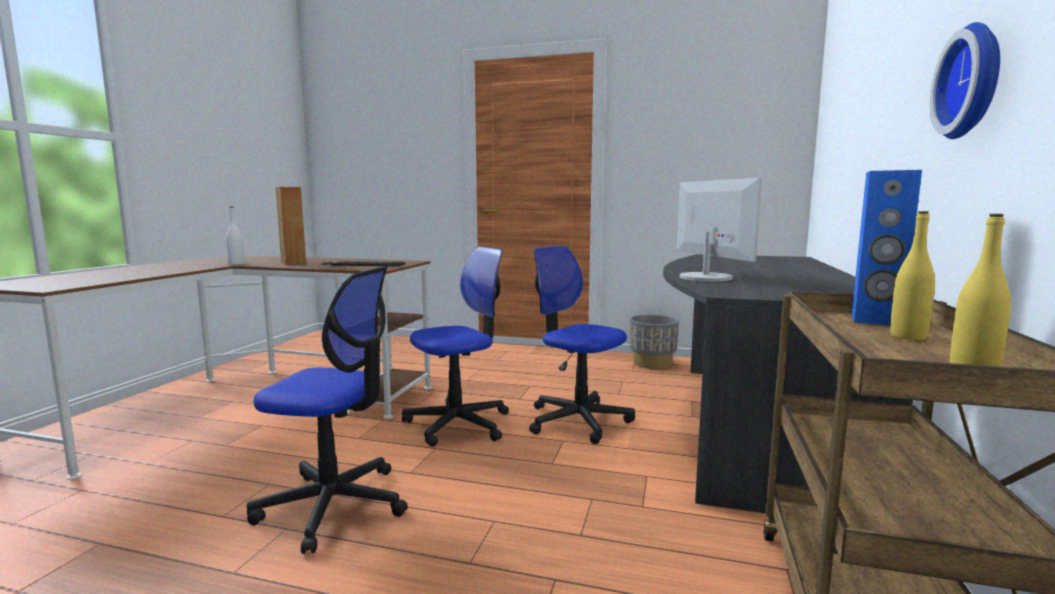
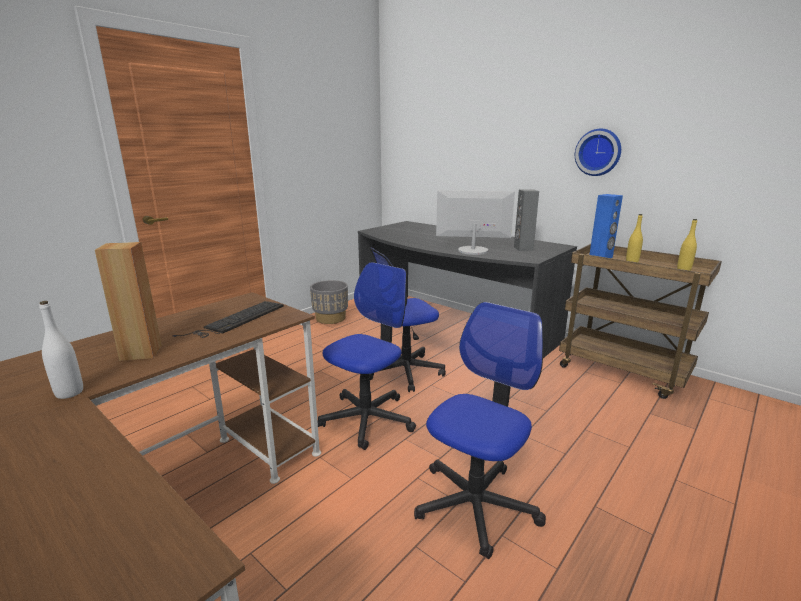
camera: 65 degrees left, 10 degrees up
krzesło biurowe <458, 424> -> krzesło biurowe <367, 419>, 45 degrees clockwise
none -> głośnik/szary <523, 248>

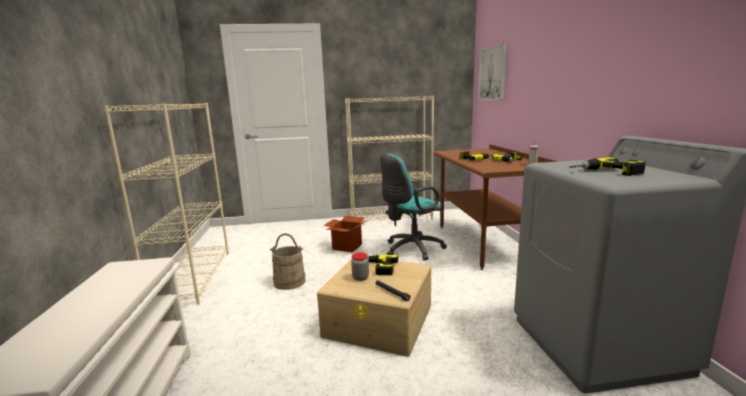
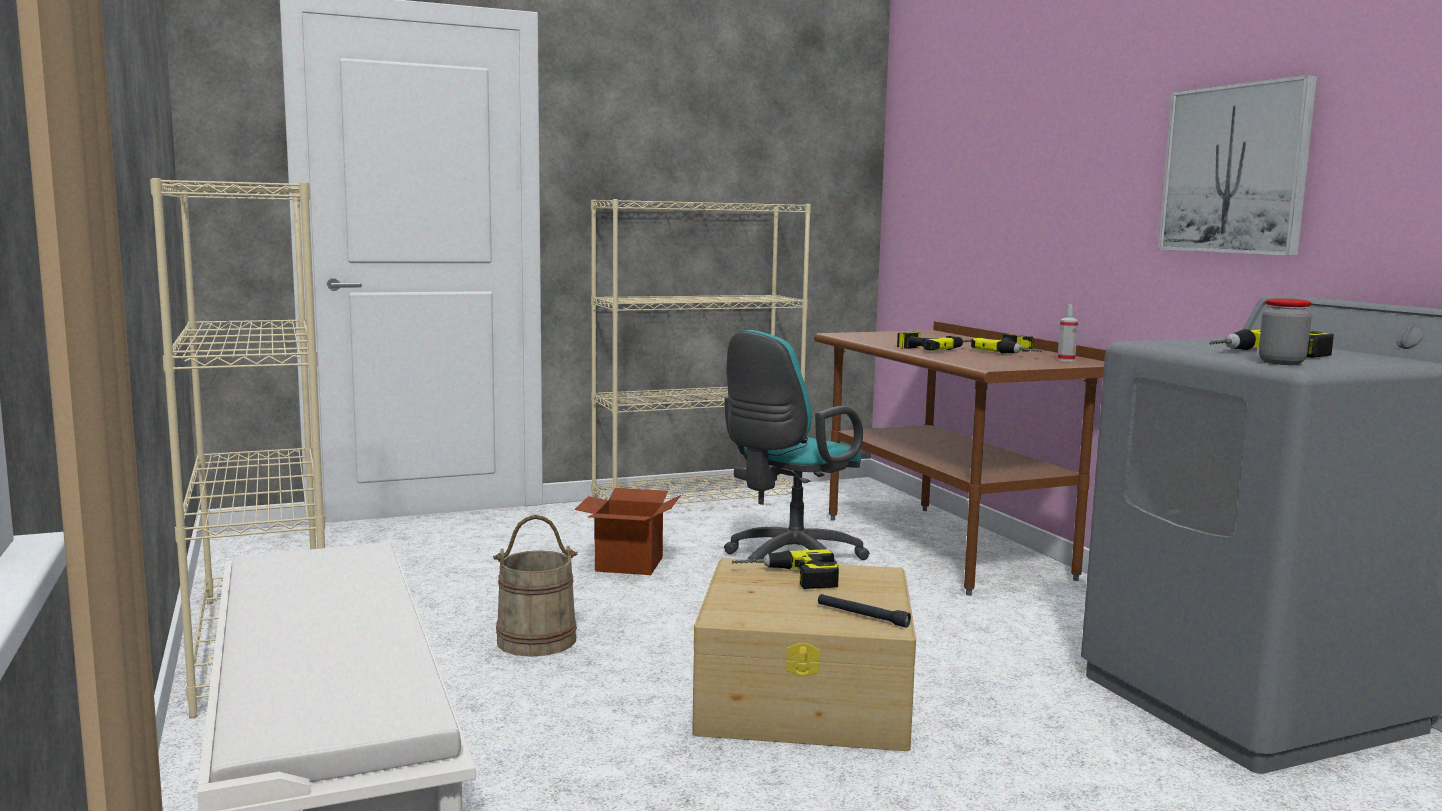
camera: 15 degrees left, 5 degrees down
obraz <493, 73> -> obraz <1235, 169>, shifted
słoik <360, 278> -> słoik <1281, 363>, shifted

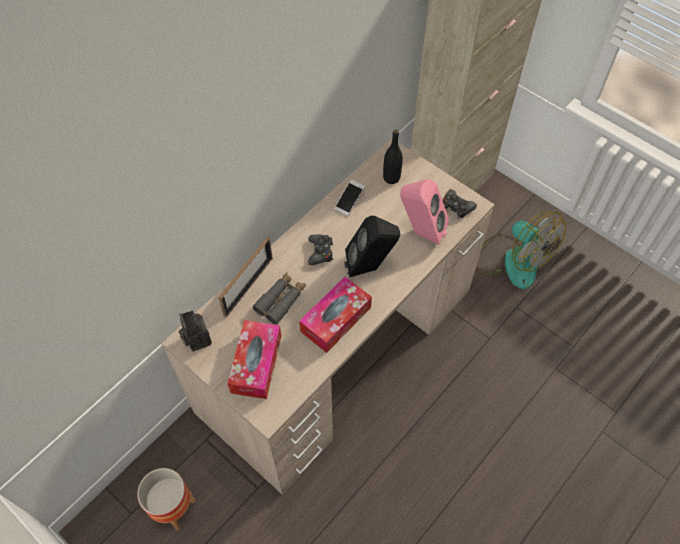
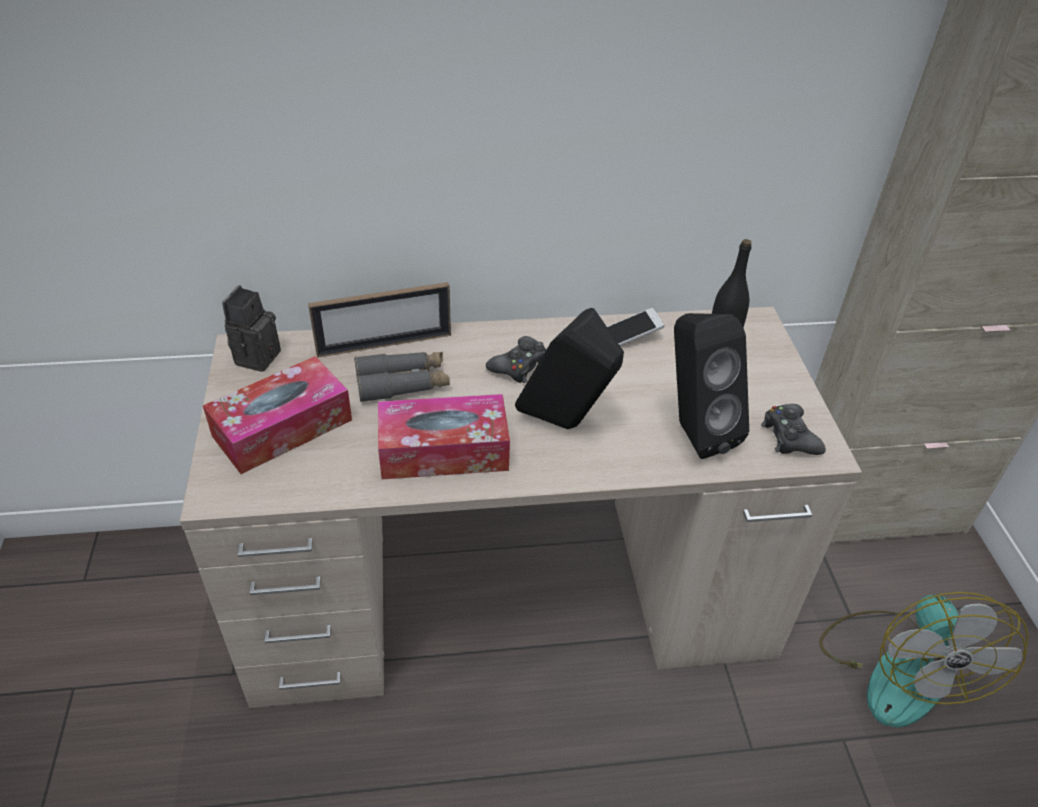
camera: 40 degrees right, 15 degrees down
głośnik/różowy <420, 232> -> głośnik/czarny <693, 431>
donica <173, 507> -> none

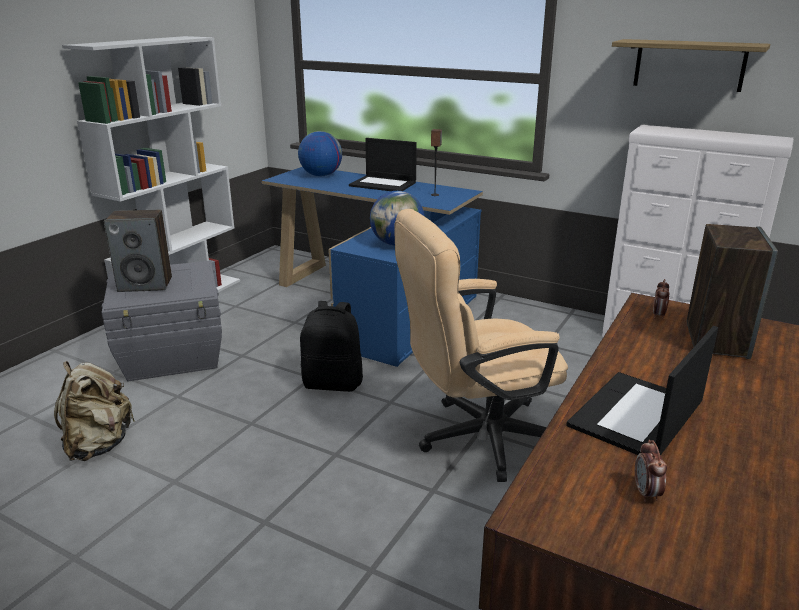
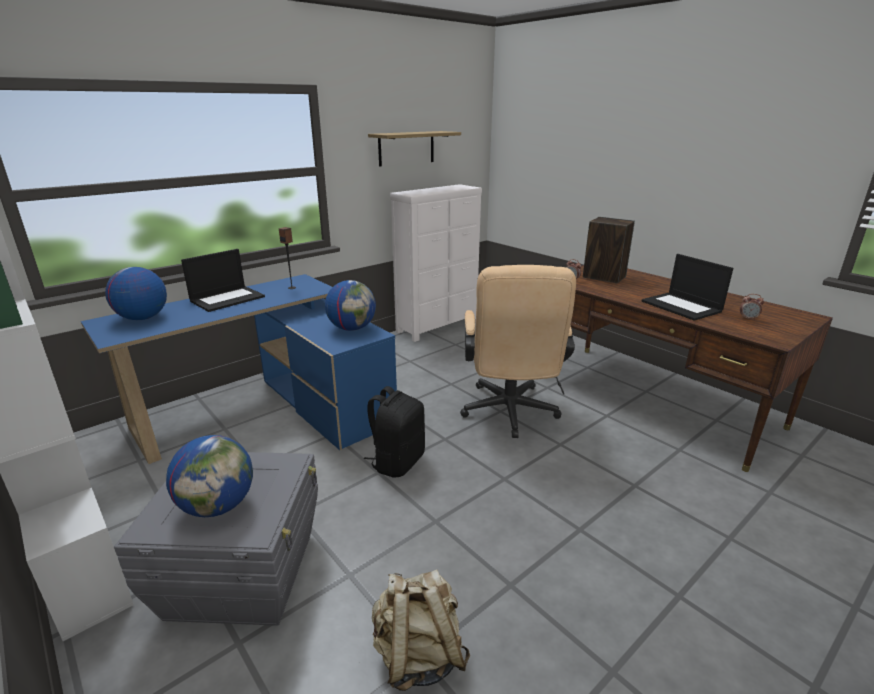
camera: 70 degrees left, 0 degrees up
głośnik <146, 284> -> globus <218, 506>

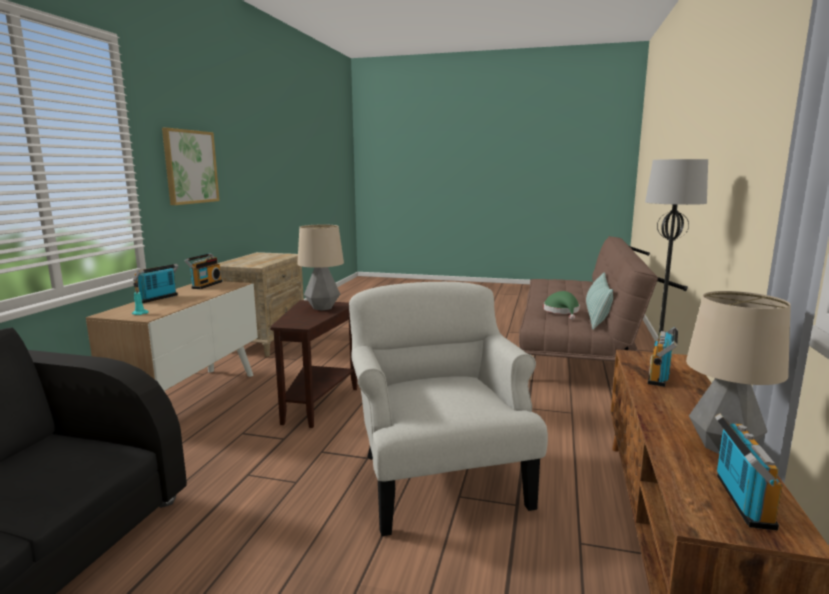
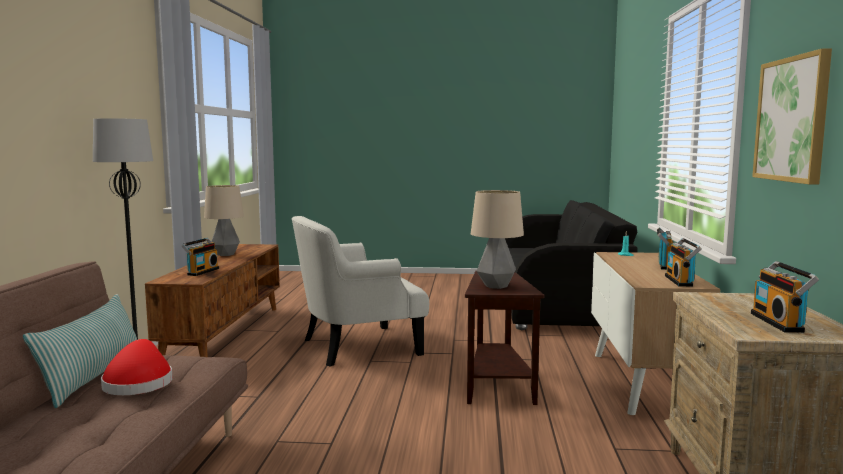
camera: 170 degrees right, 5 degrees down
fotel/biały <438, 478> -> fotel/biały <357, 346>, 90 degrees clockwise
kapelusz/zielony <562, 311> -> kapelusz/czerwony <138, 383>
radio <739, 500> -> radio <780, 322>, shifted

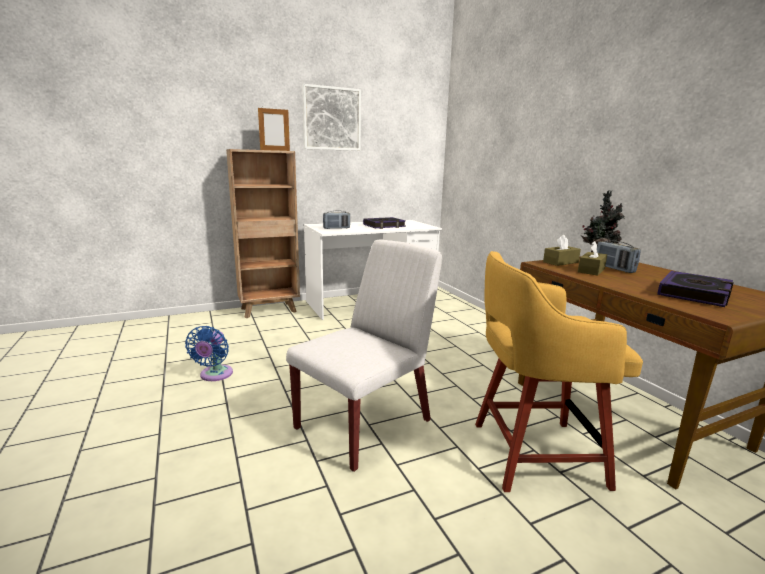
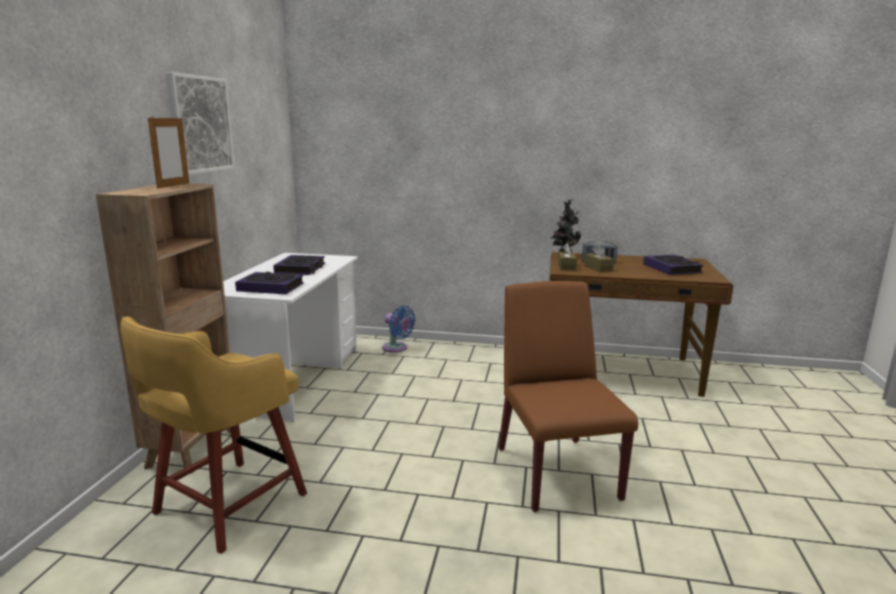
camera: 55 degrees left, 0 degrees up
radio <336, 228> -> książka <271, 287>
krzesło/biały <365, 424> -> krzesło/brązowy <556, 471>
stołek/żółty <532, 453> -> stołek/żółty <226, 505>, shifted
wentylator/niebieski <214, 375> -> wentylator/niebieski <396, 348>, shifted

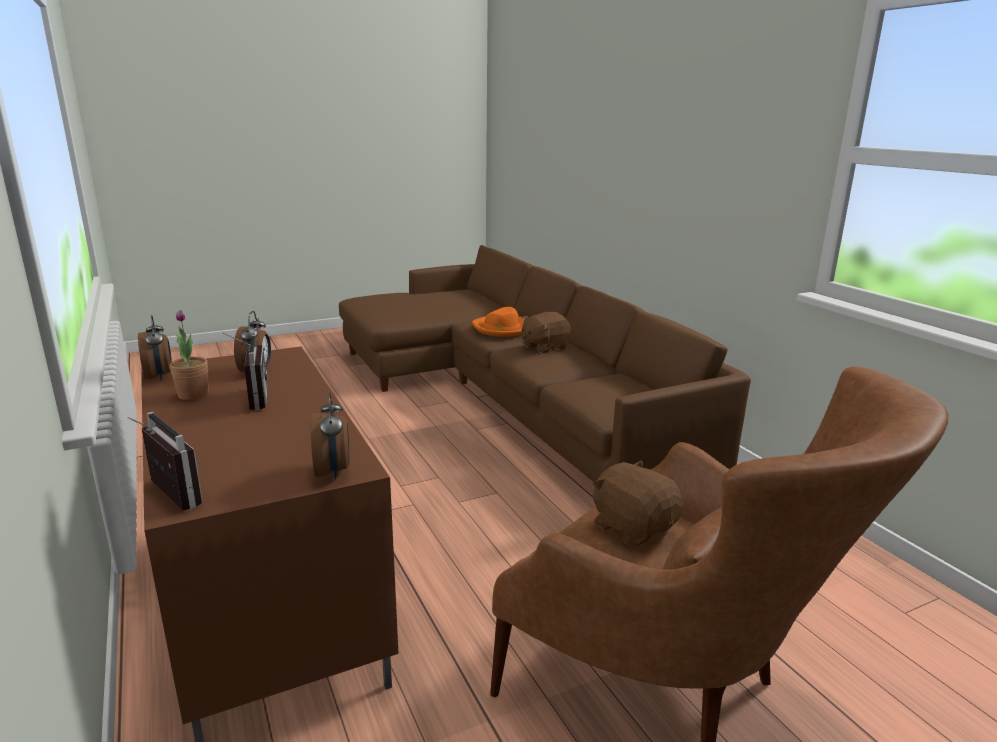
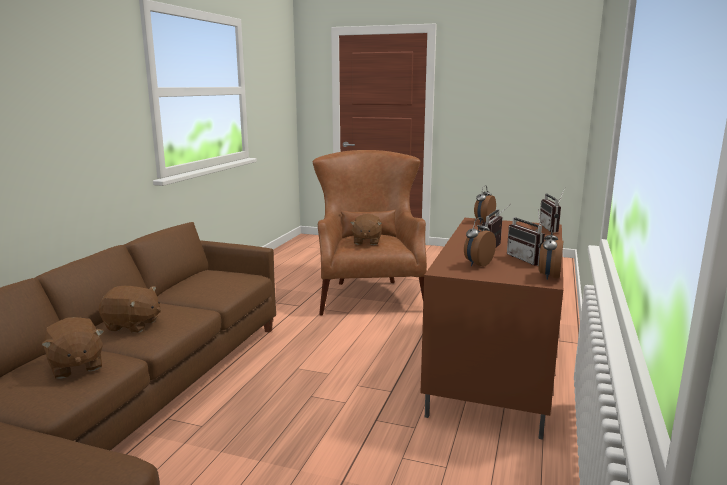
camera: 135 degrees left, 5 degrees down
kapelusz/pomarańczowy <502, 328> -> pluszak/brązowy <75, 366>
roślina doniczkowa <193, 395> -> radio <528, 259>

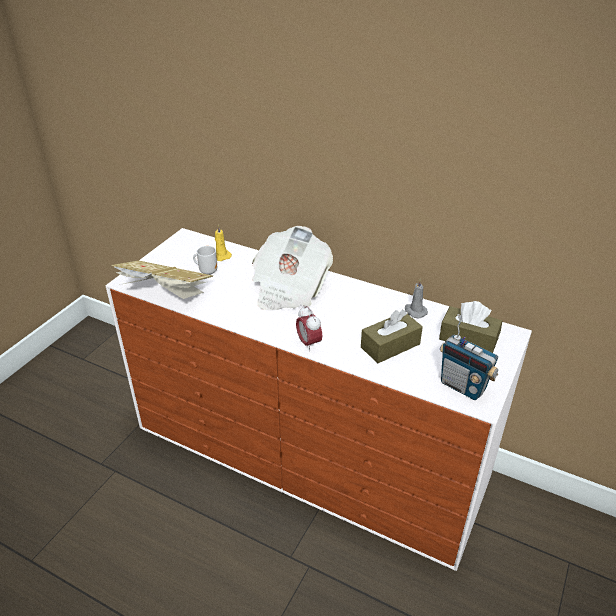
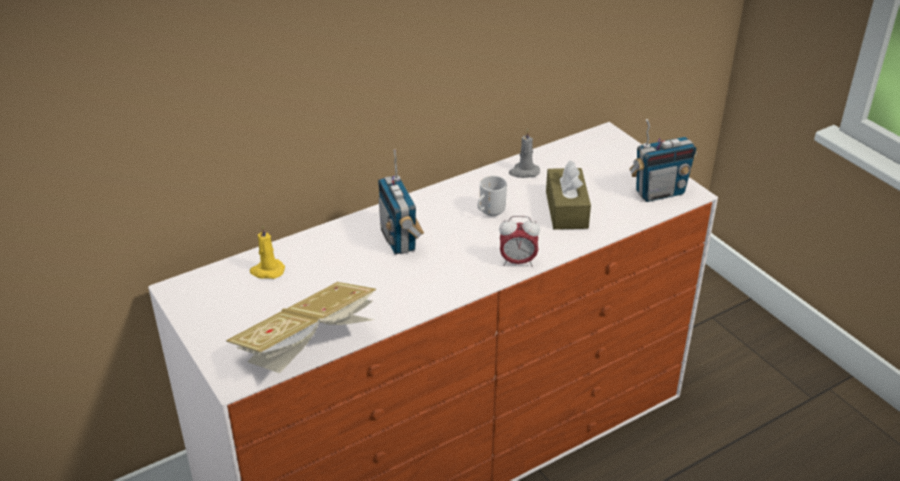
camera: 60 degrees left, 0 degrees up
gazeta <289, 288> -> radio <399, 240>
kubek <207, 271> -> kubek <490, 212>, shifted
pudełko chusteczek/brązowy <468, 339> -> none

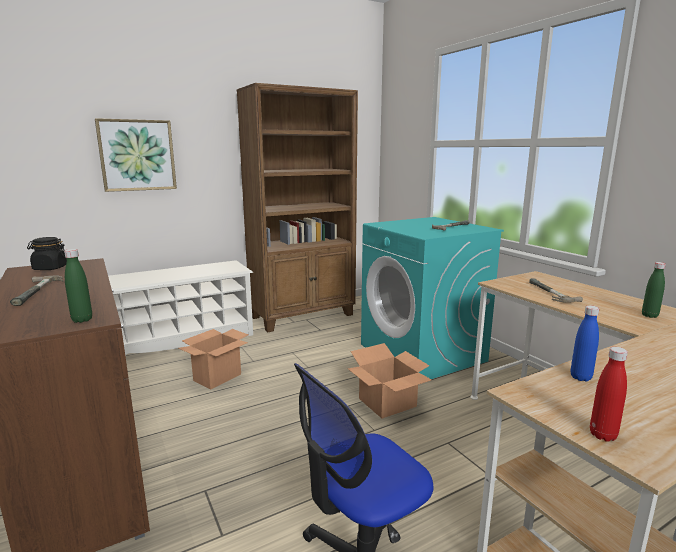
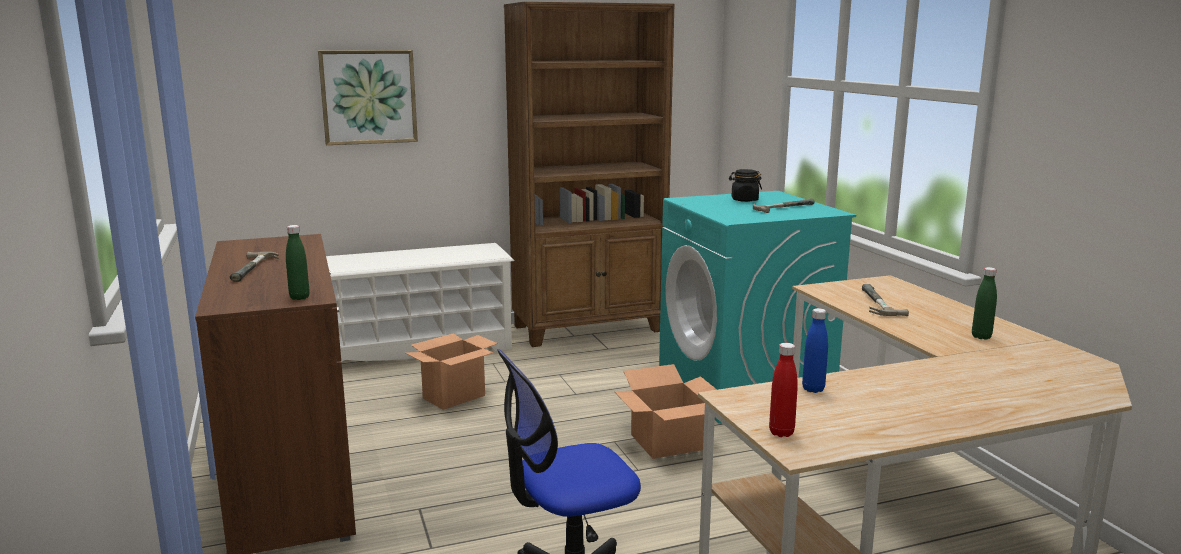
camera: 10 degrees right, 0 degrees up
słoik/czarny <50, 268> -> słoik/czarny <744, 200>, shifted

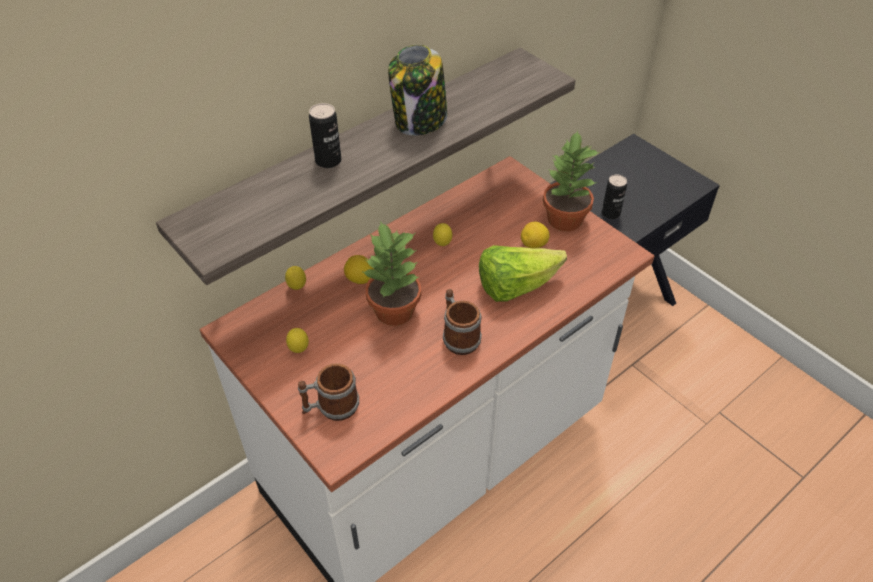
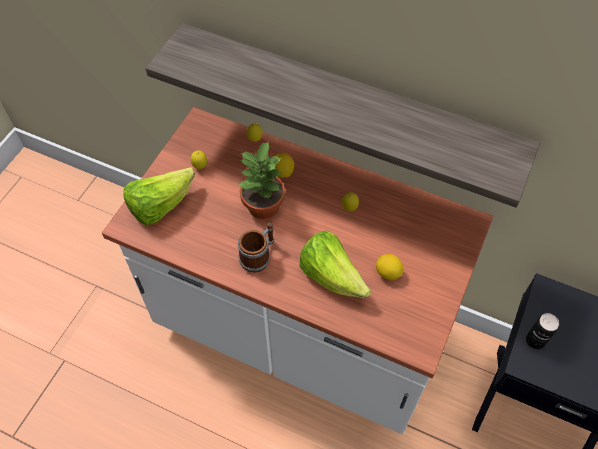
camera: 65 degrees right, 10 degrees up
słoik <420, 121> -> none
puszka <328, 161> -> none
roślina doniczkowa <564, 220> -> none
kubek <331, 407> -> sałata <160, 206>

